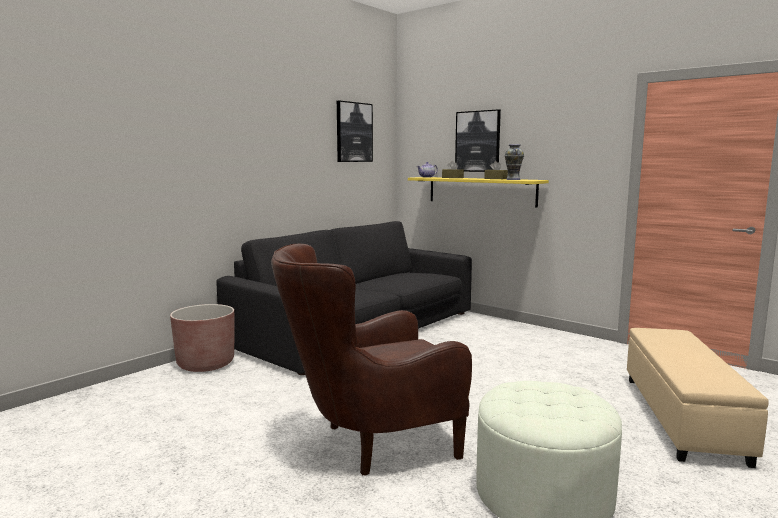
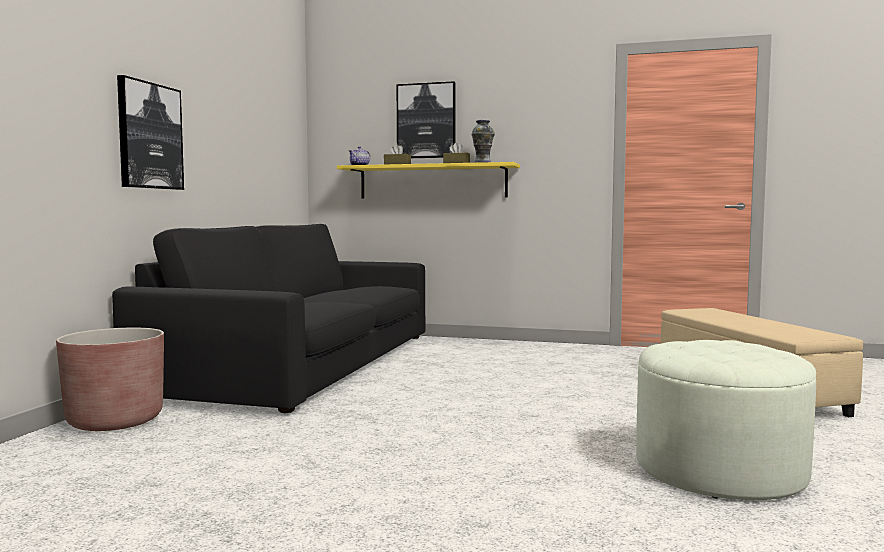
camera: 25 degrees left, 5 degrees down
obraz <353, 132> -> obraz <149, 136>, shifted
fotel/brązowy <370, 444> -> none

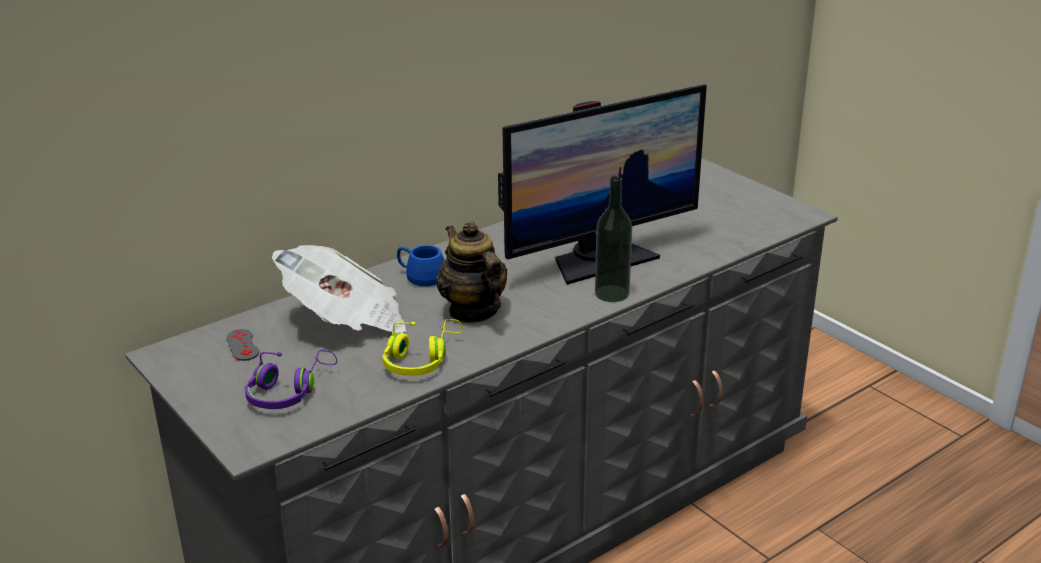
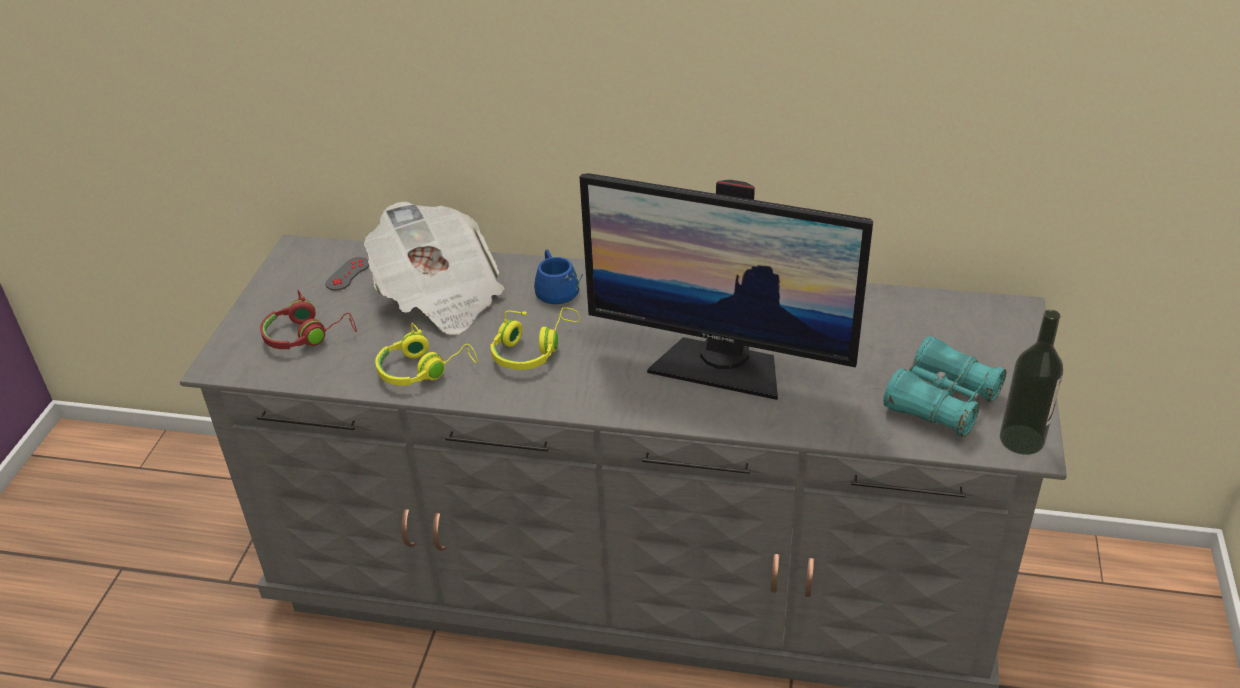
camera: 50 degrees right, 10 degrees up
butelka <612, 293> -> butelka <1021, 439>, shifted
imbryk <473, 311> -> słuchawki/żółty <533, 349>
słuchawki/fioletowy <288, 391> -> słuchawki/czerwony <308, 335>
none -> lornetka/turkusowy <941, 401>

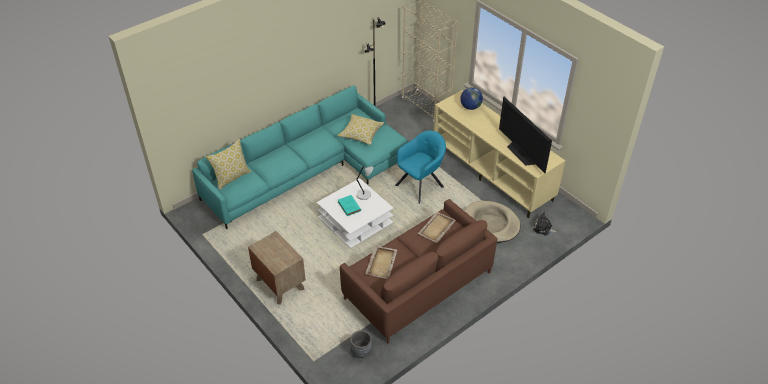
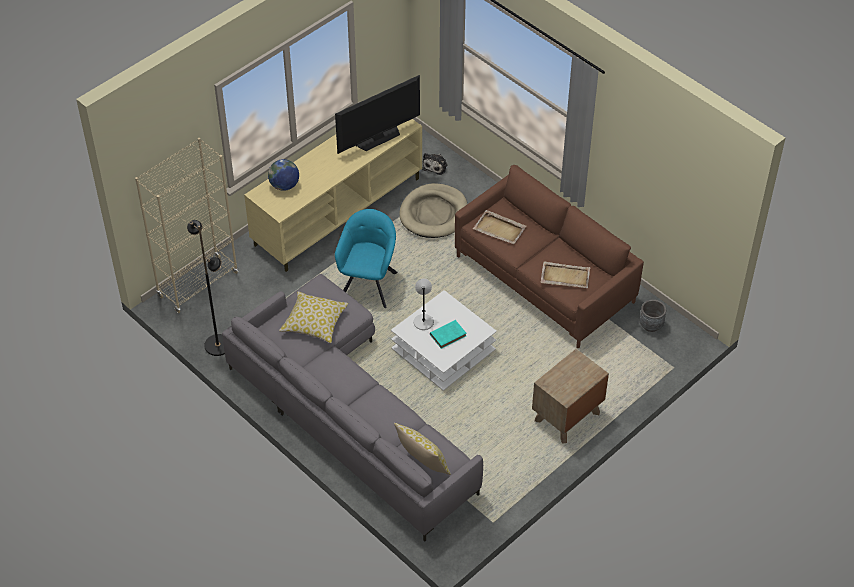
camera: 95 degrees left, 5 degrees up
kanapa/turkusowy <309, 170> -> kanapa/szary <348, 413>
fotel/turkusowy <421, 185> -> fotel/turkusowy <368, 283>, 60 degrees clockwise

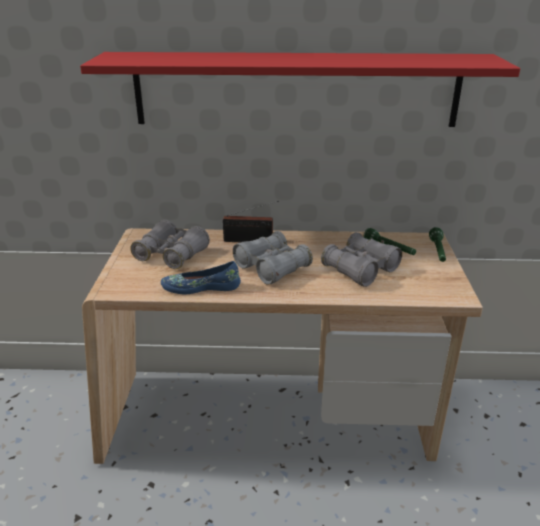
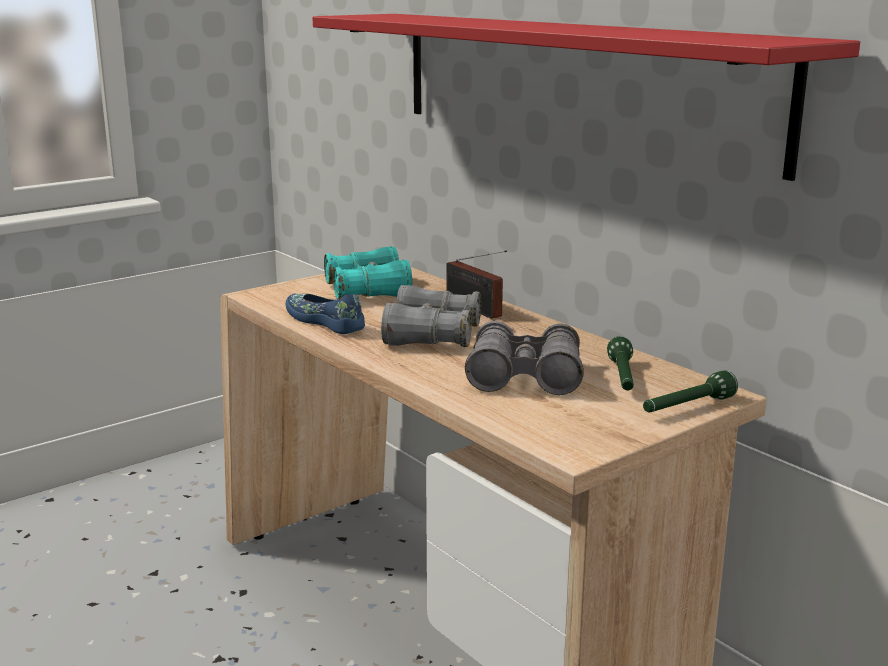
camera: 50 degrees right, 10 degrees down
lornetka/szary <171, 255> -> lornetka/turkusowy <368, 290>

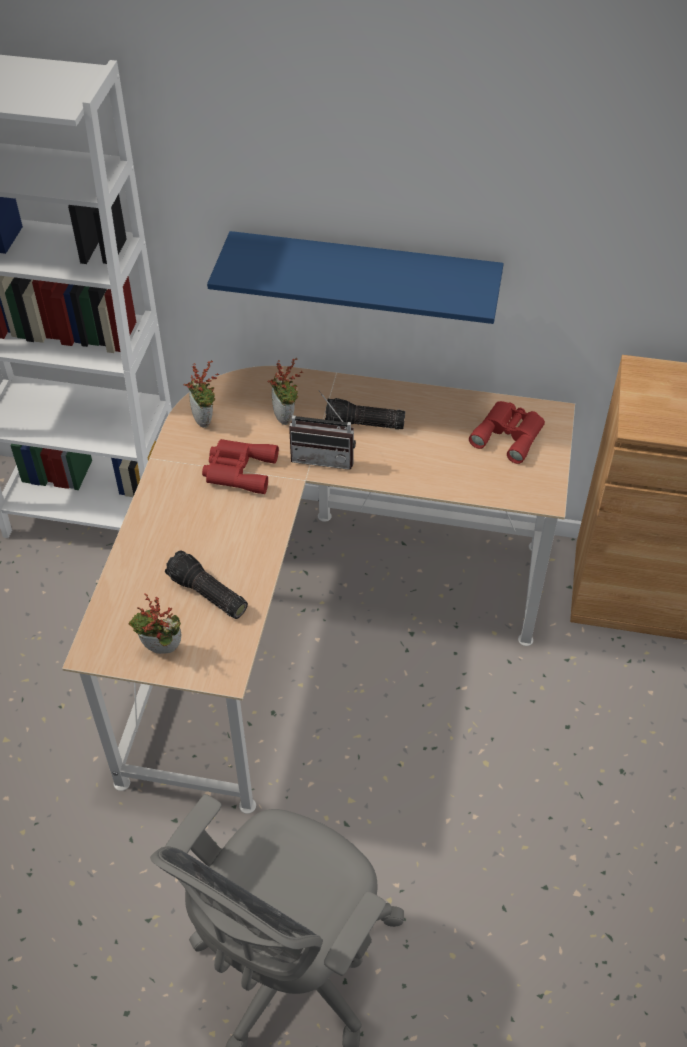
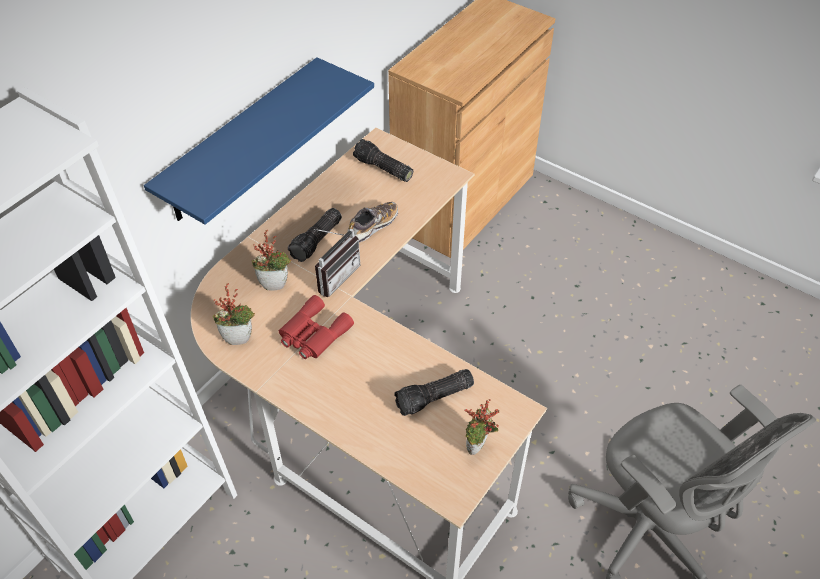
camera: 65 degrees left, 0 degrees up
lornetka/czerwony <509, 434> -> latarka <382, 169>
none -> but <372, 226>

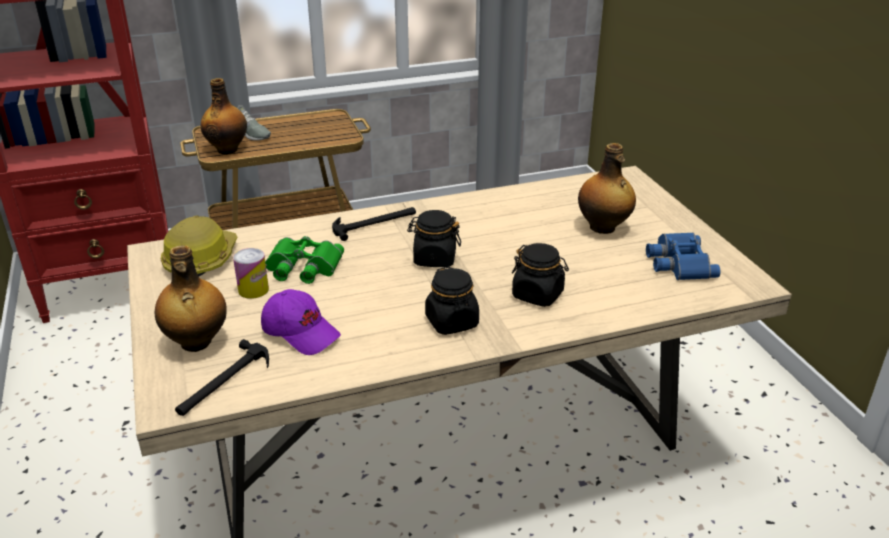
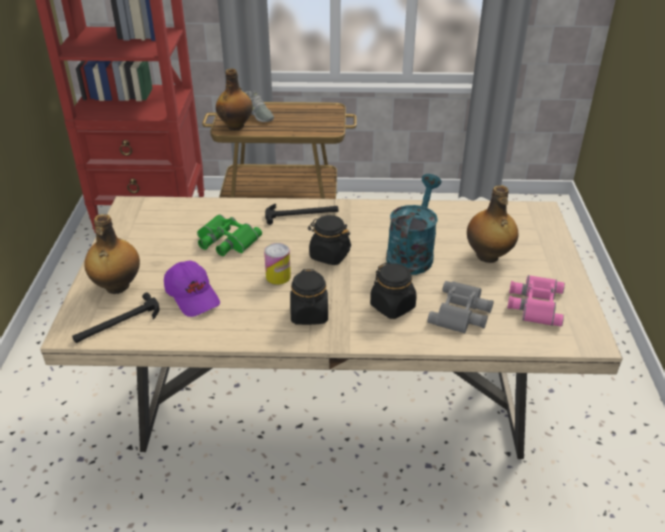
camera: 20 degrees right, 5 degrees up
kask <201, 259> -> none
lornetka/niebieski <678, 262> -> lornetka/różowy <534, 304>
puszka <253, 290> -> puszka <278, 276>, shifted
none -> konewka/turkusowy <412, 254>
none -> lornetka/szary <462, 313>

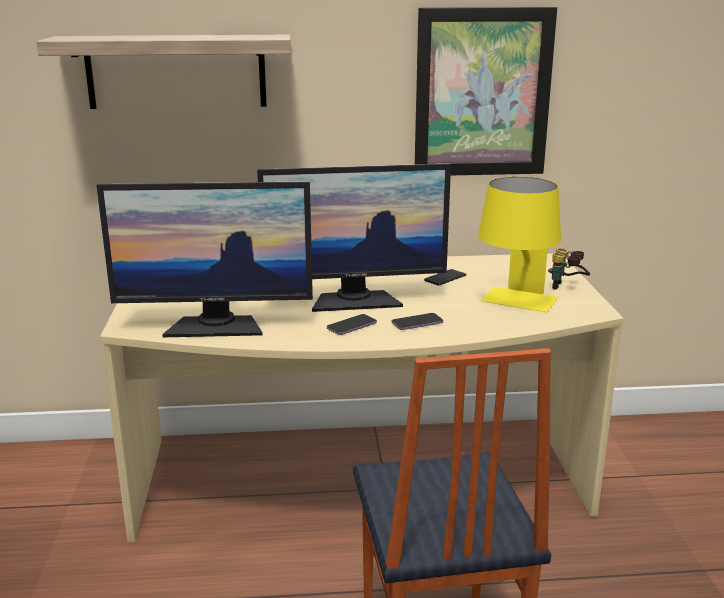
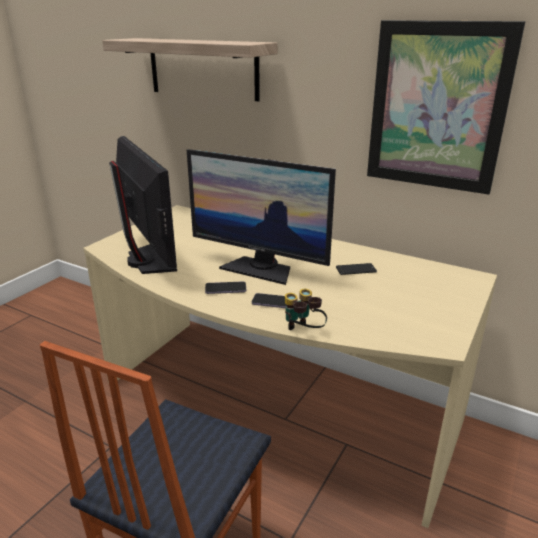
camera: 35 degrees right, 5 degrees up
lampa stołowa/żółty <515, 304> -> none
monitor <215, 326> -> monitor <148, 260>, 150 degrees counterclockwise
lornetka <567, 288> -> lornetka <303, 332>, shifted

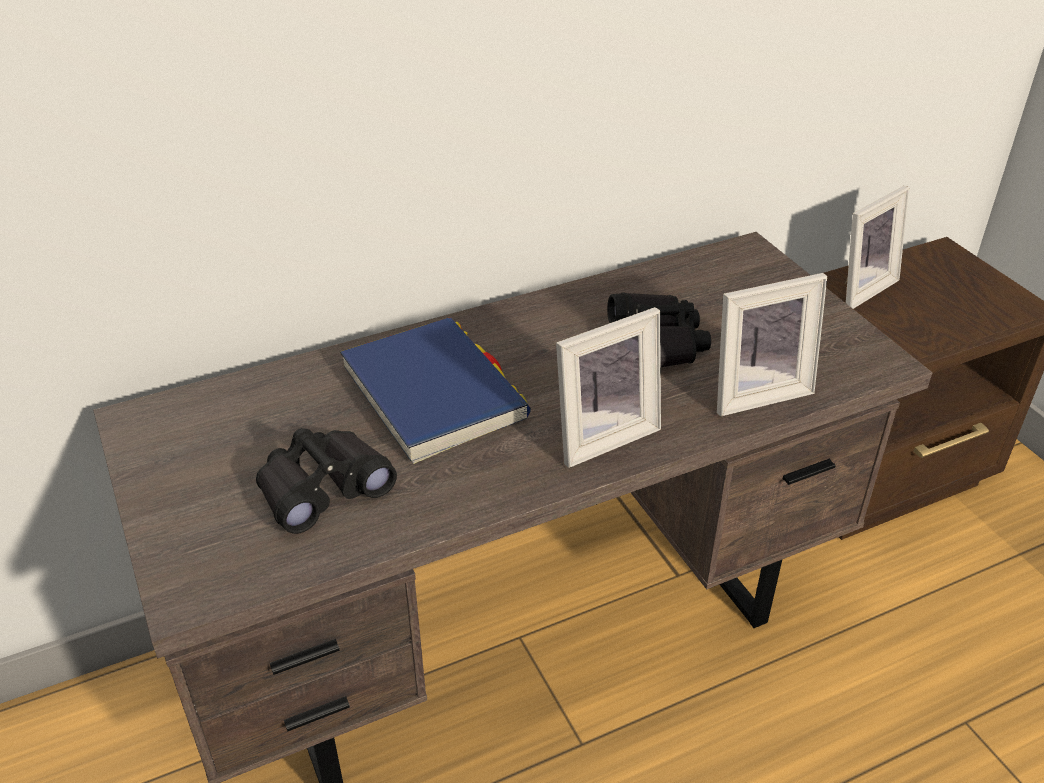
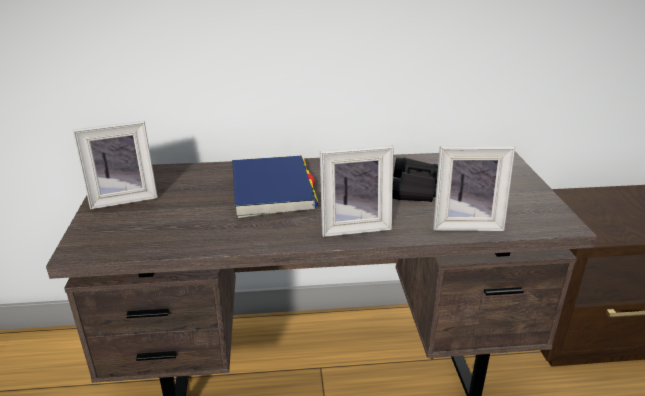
camera: 20 degrees right, 10 degrees down
ramka na zdjęcie <859, 288> -> ramka na zdjęcie <124, 197>, shifted
lornetka/czarny <322, 488> -> none

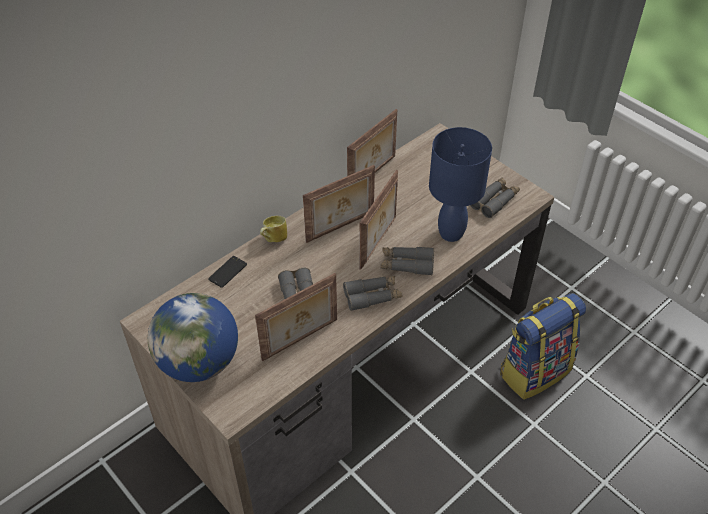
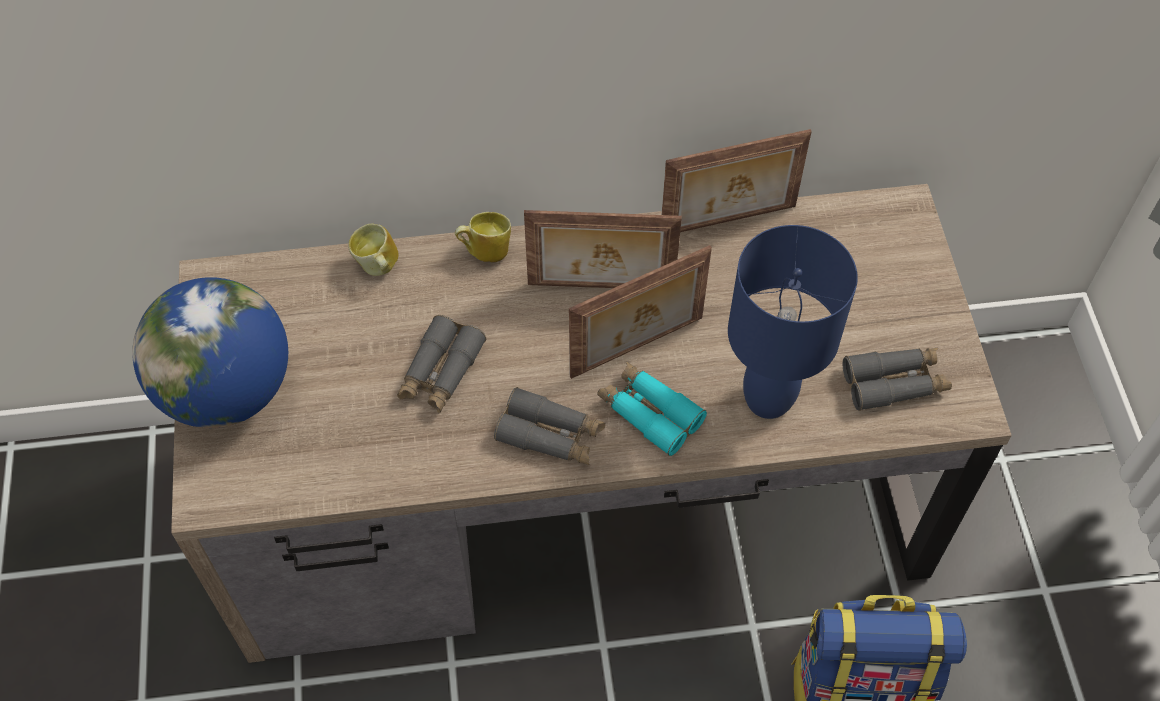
camera: 35 degrees right, 10 degrees up
lornetka/szary <407, 264> -> lornetka/turkusowy <649, 412>
telefon <228, 272> -> kubek <377, 268>
ramka na zdjęcie <301, 340> -> none

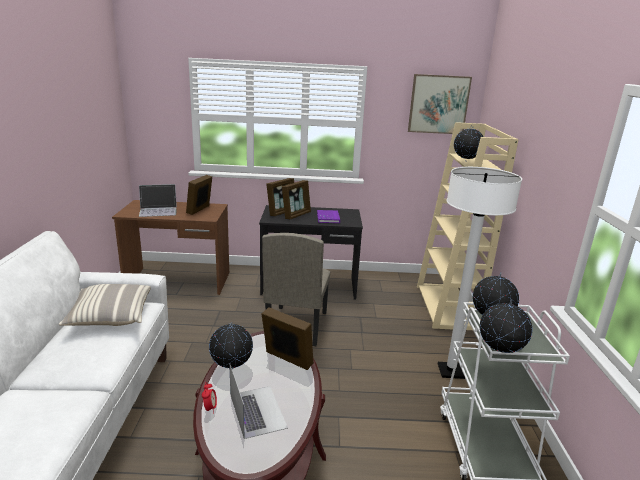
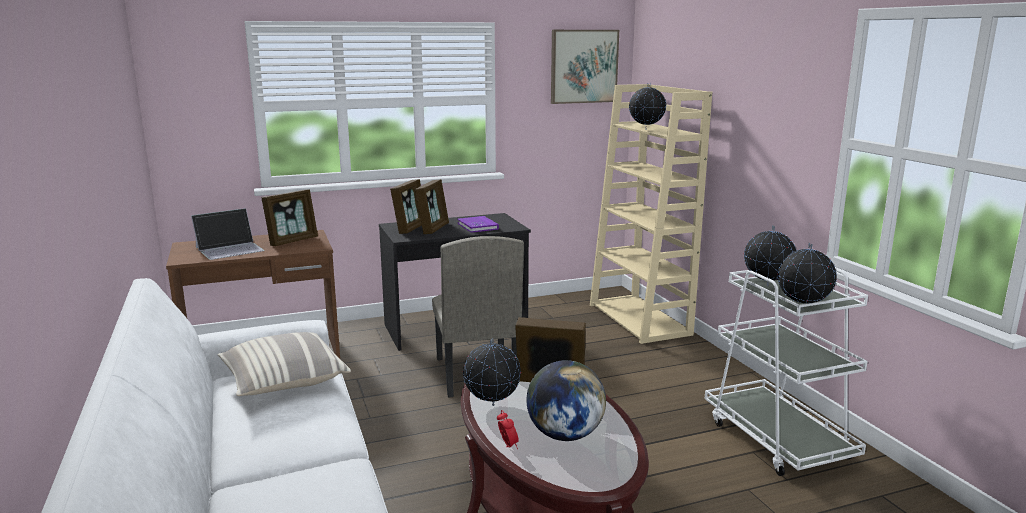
camera: 20 degrees left, 5 degrees down
lampa stojąca/biały <450, 371> -> none
ramka na zdjęcie <200, 210> -> ramka na zdjęcie <292, 241>, 135 degrees counterclockwise
laptop <257, 410> -> globus <565, 435>

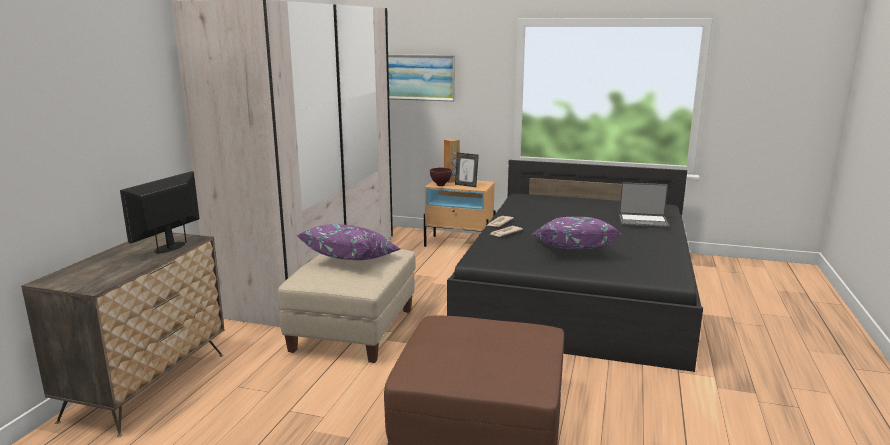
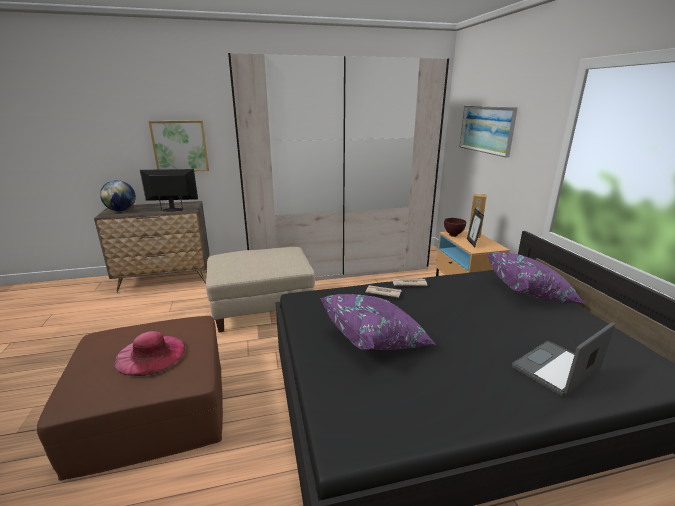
camera: 60 degrees right, 5 degrees up
laptop <643, 222> -> laptop <556, 370>, 75 degrees clockwise
poduszka/fioletowy <352, 259> -> poduszka/fioletowy <530, 292>, shifted
none -> obraz <180, 146>
none -> globus <121, 210>
none -> kapelusz/różowy <150, 354>

